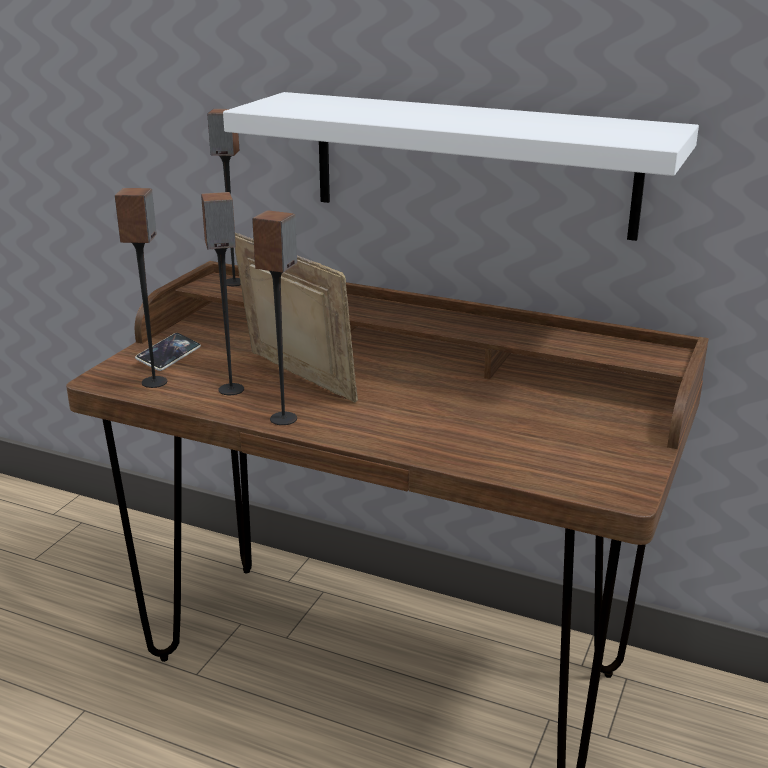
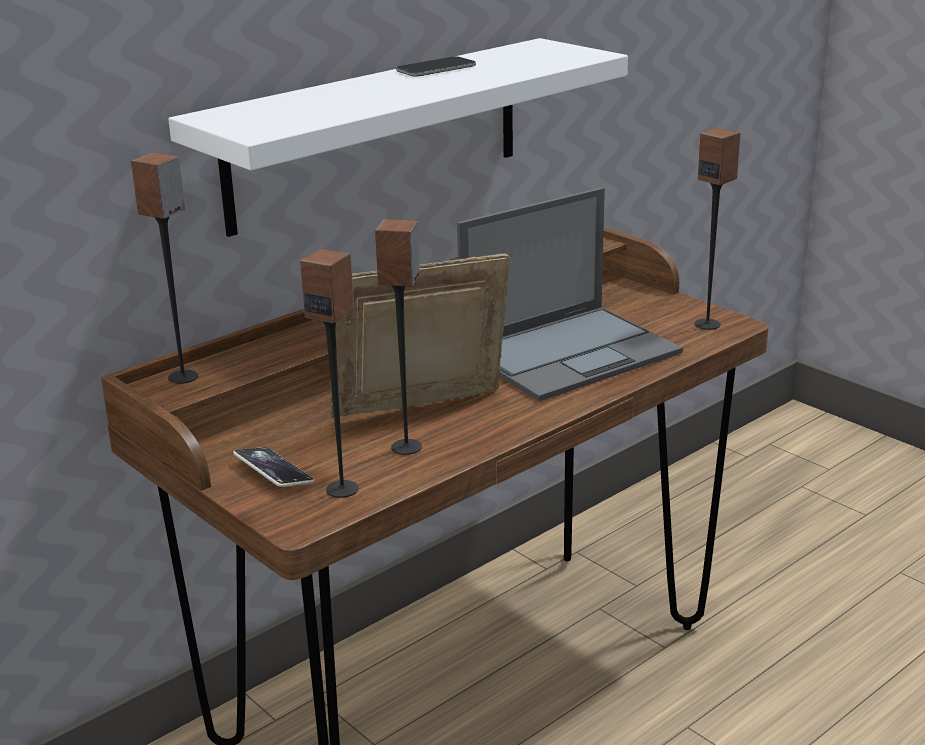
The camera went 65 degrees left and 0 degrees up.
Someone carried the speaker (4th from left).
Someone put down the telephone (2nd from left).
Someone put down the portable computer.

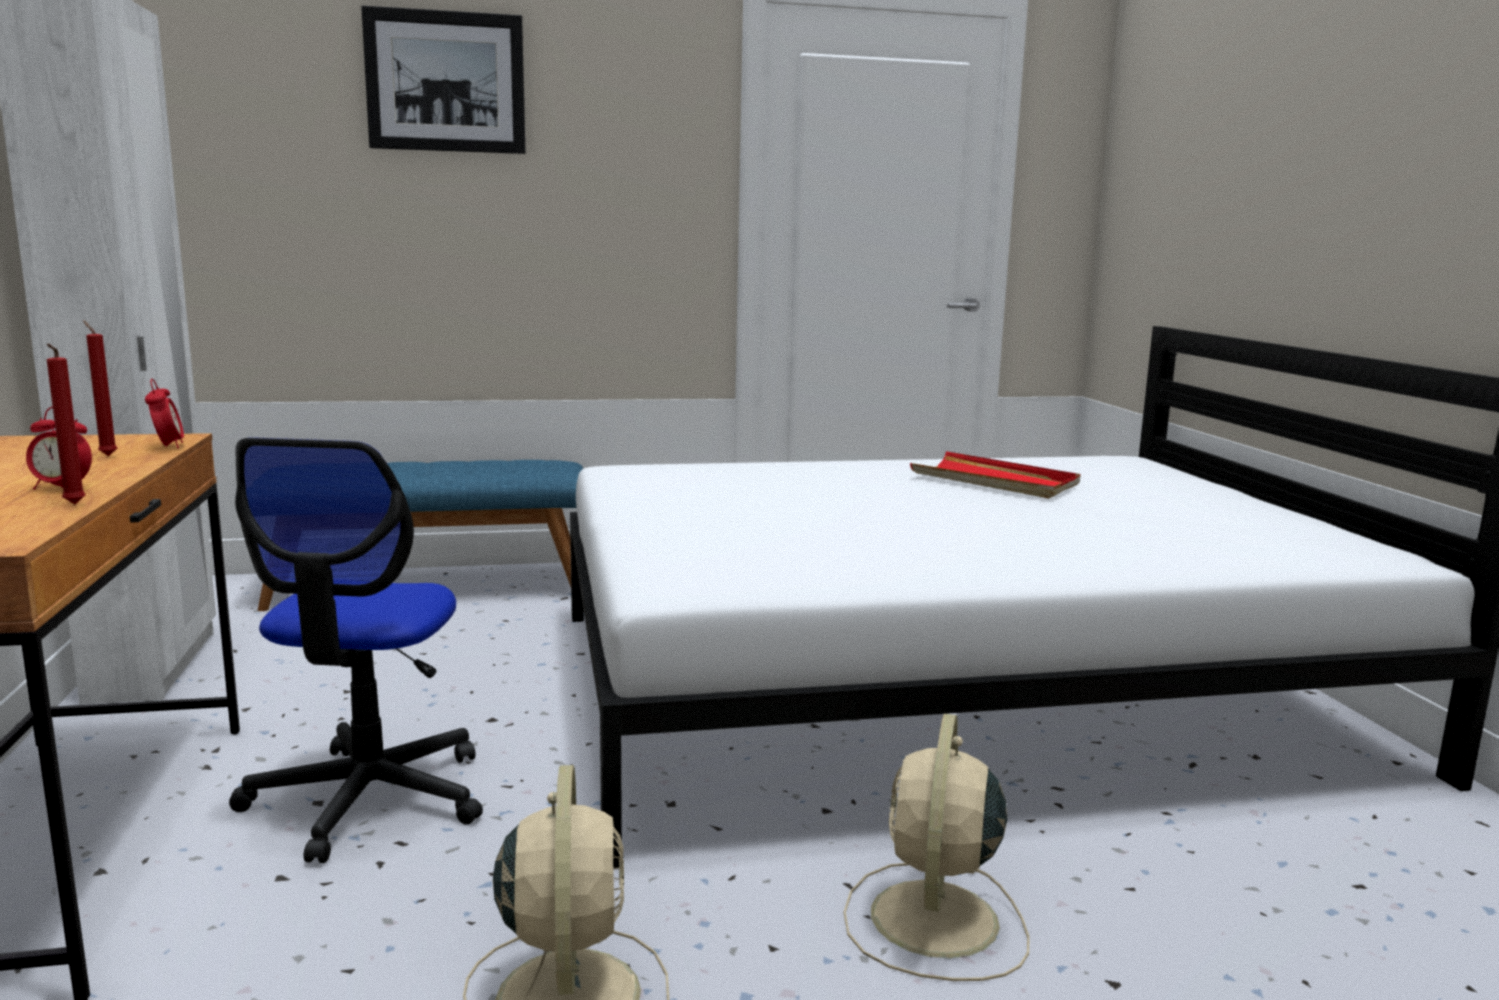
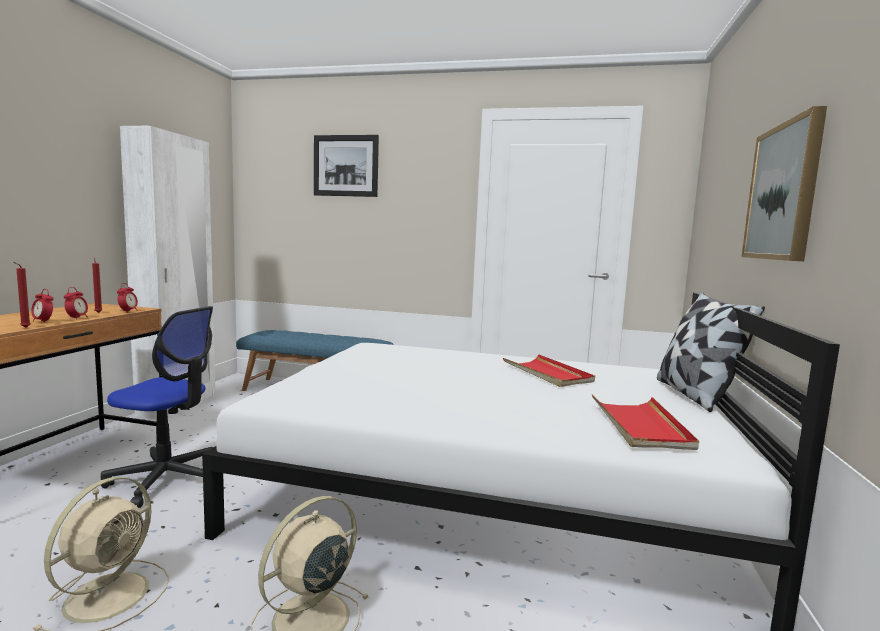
The camera went 25 degrees right and 5 degrees down.
Someone rotated the computer chair by 105 degrees counterclockwise.
Someone put down the alarm clock (2nd from left).
Someone put down the reddish tray (2nd from left).
Someone put down the pillow.
Someone put up the picture (2nd from left).

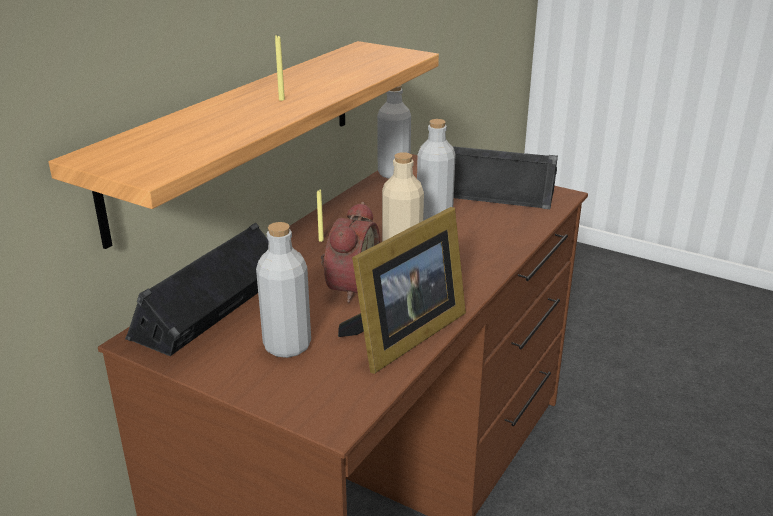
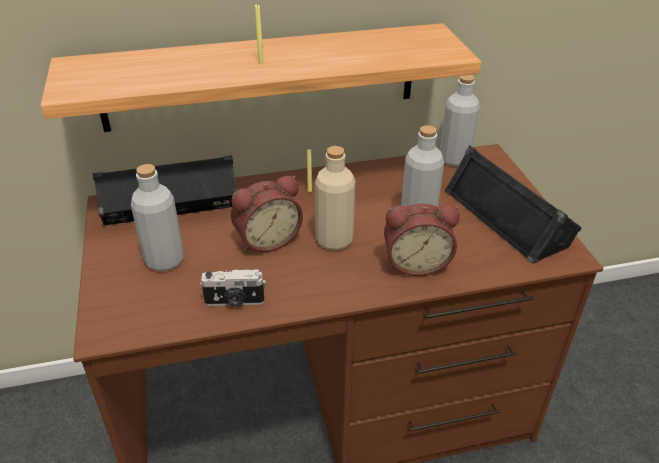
The camera went 45 degrees right and 10 degrees up.
Someone swapped the picture frame for the photo camera.
Someone put down the alarm clock (2nd from left).

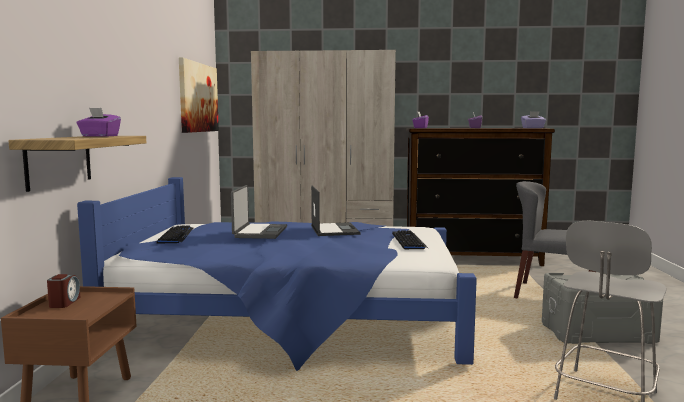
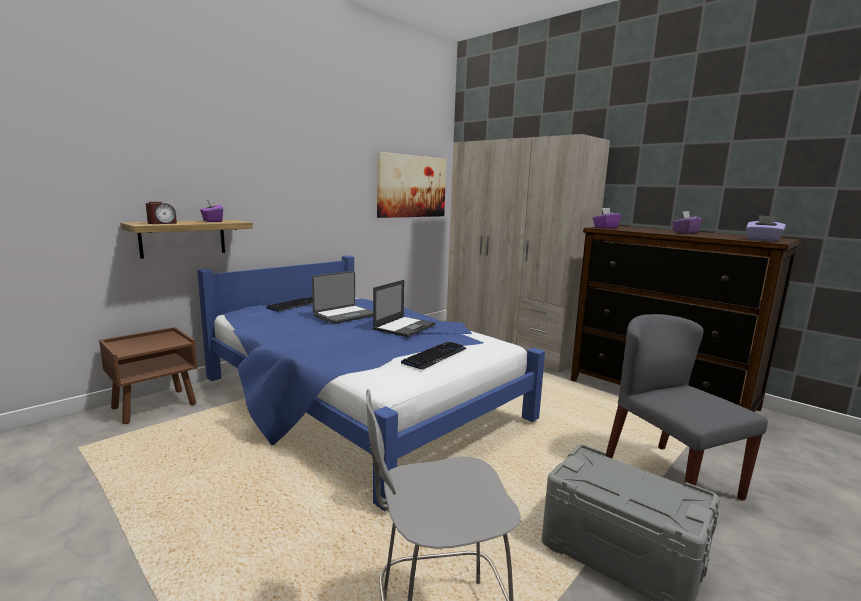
The camera went 40 degrees right and 5 degrees up.
Someone carried the alarm clock.

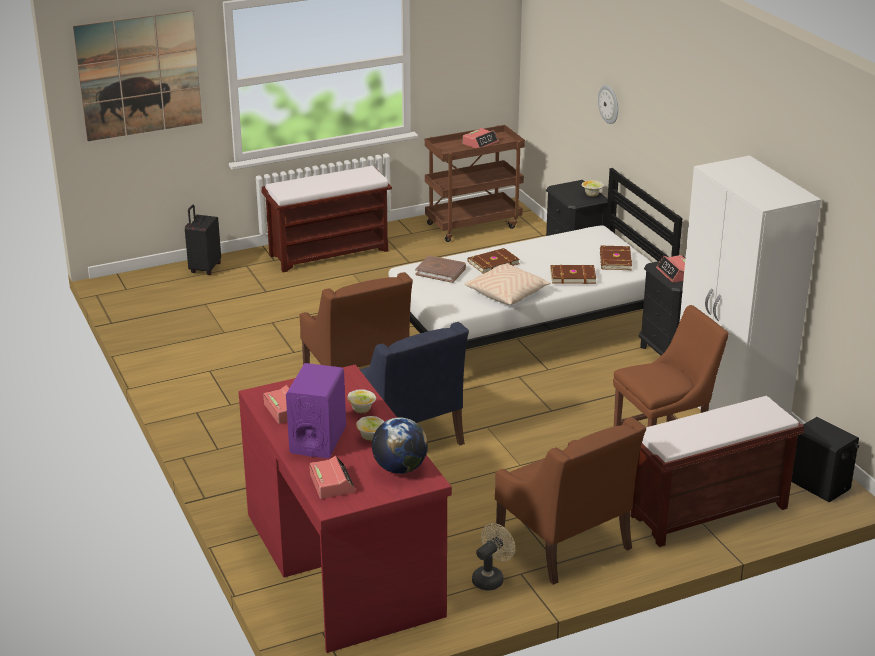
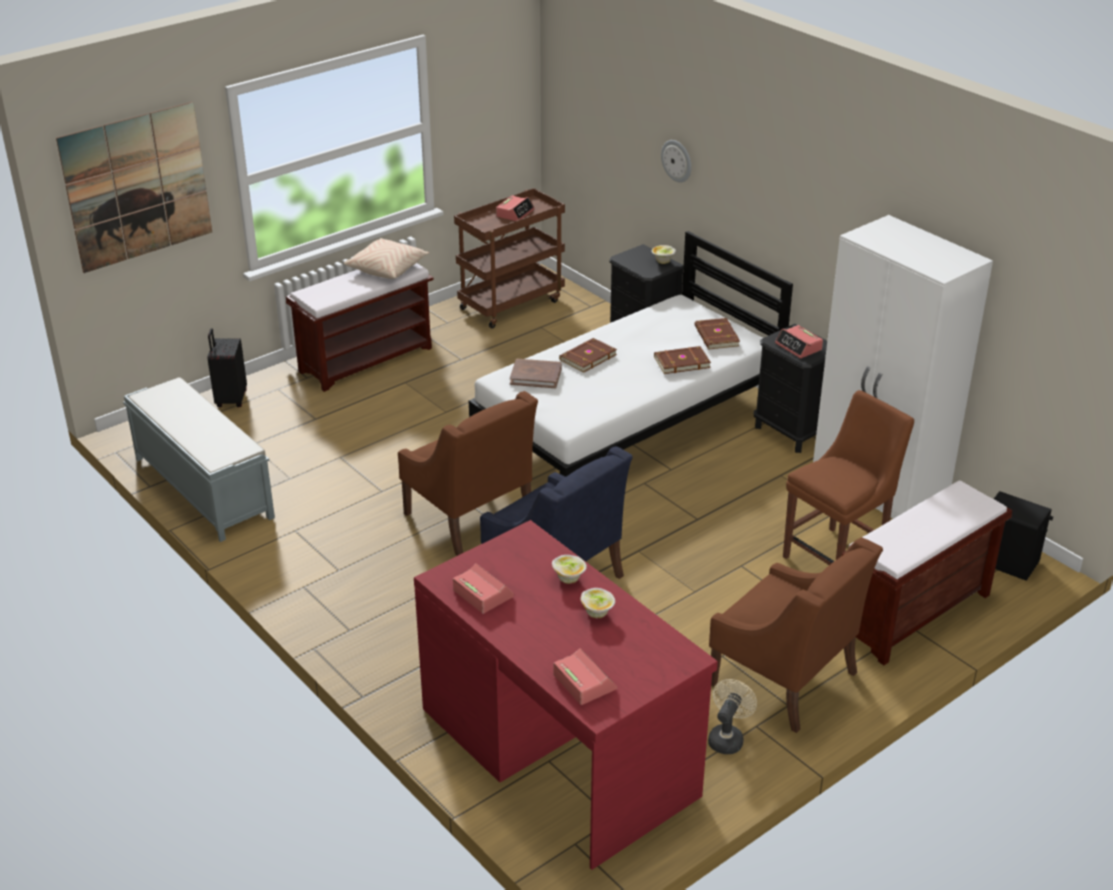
The camera went 15 degrees left and 5 degrees up.
Someone took away the purplish speaker.
Someone took away the globe.
Someone carried the beige pillow.
Someone put down the gray indoor bench.

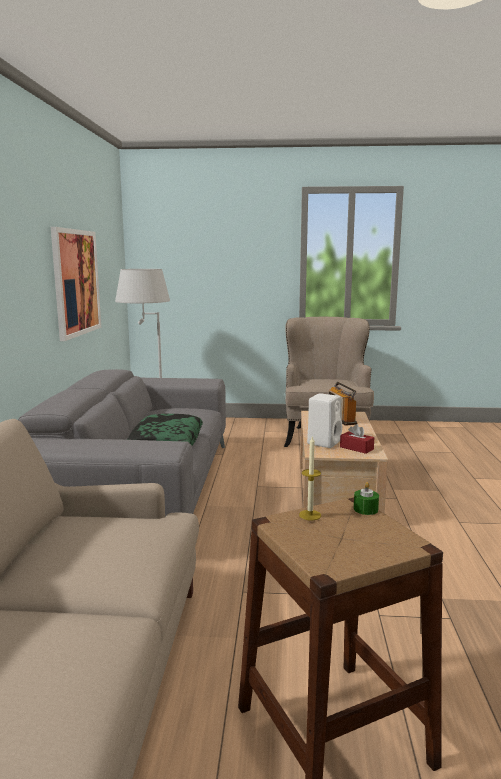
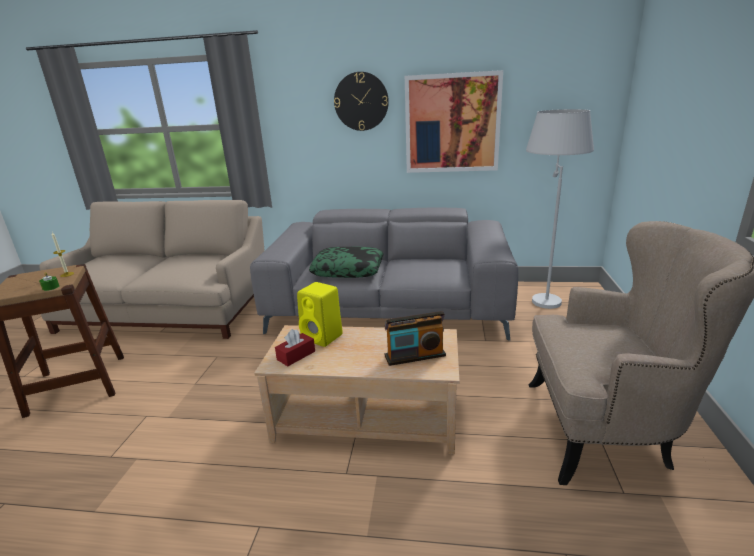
The camera went 95 degrees right and 10 degrees up.
Someone repainted the whitish speaker, which became the yellow-coloured speaker.
Someone put up the wall clock.

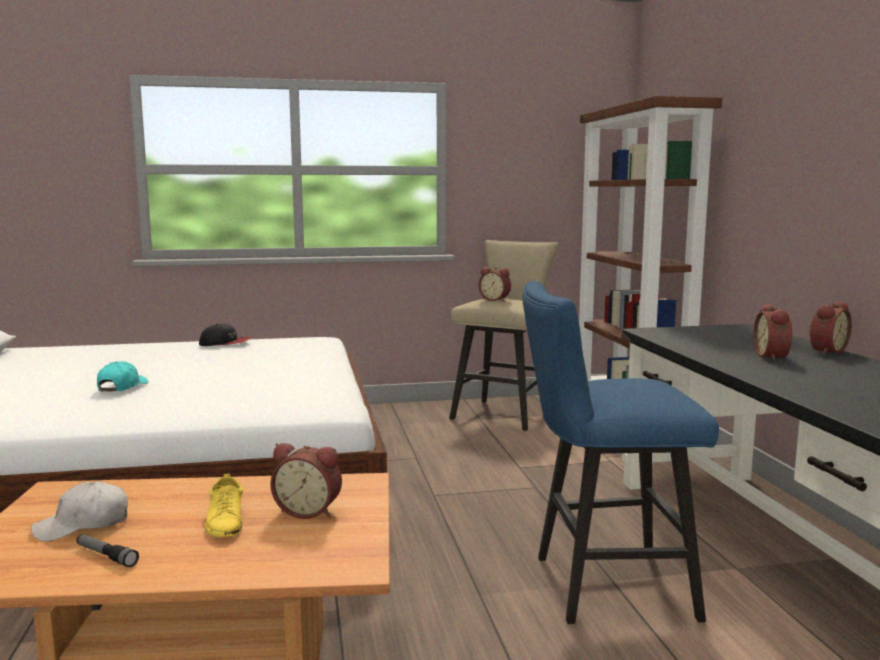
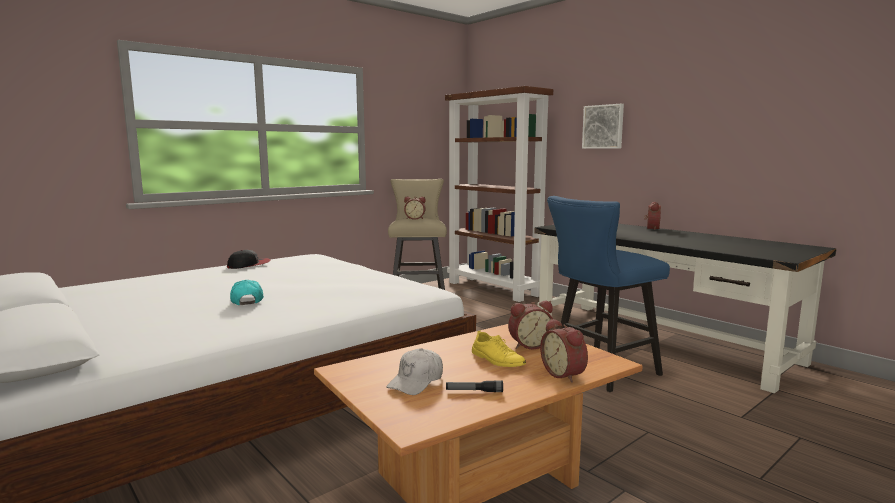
The camera went 30 degrees left and 0 degrees up.
Someone carried the alarm clock (3rd from left).
Someone put up the picture.

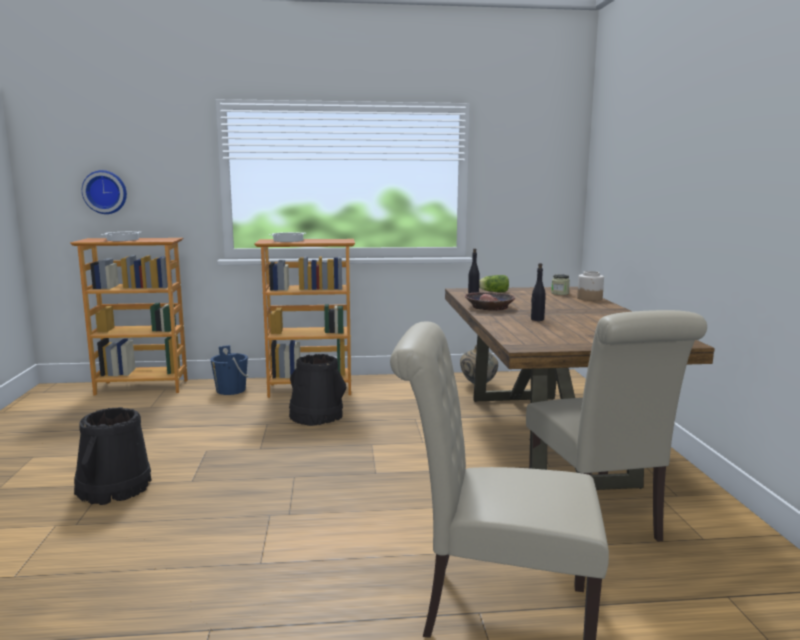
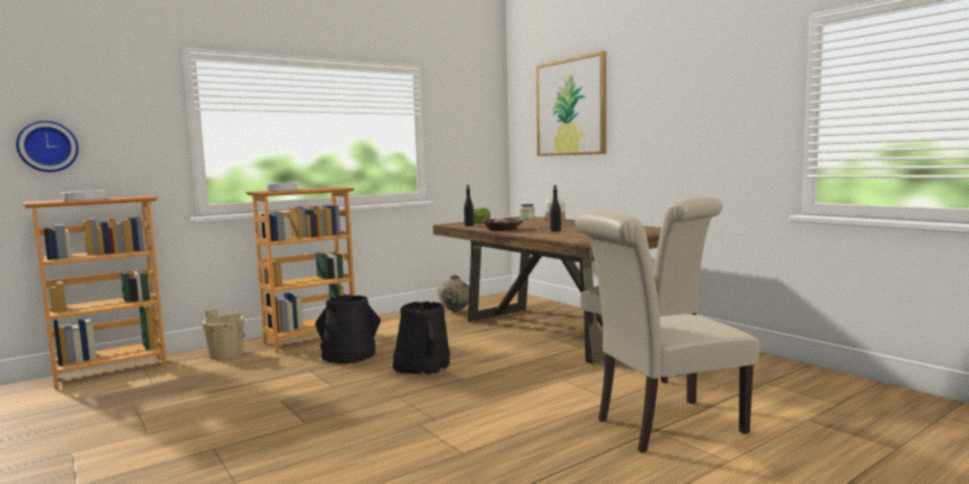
The camera went 30 degrees left and 5 degrees down.
Someone carried the black-coloured water bucket (1st from left in the first image).
Someone repainted the blue-coloured water bucket, which became the beige water bucket.
Someone put up the picture.

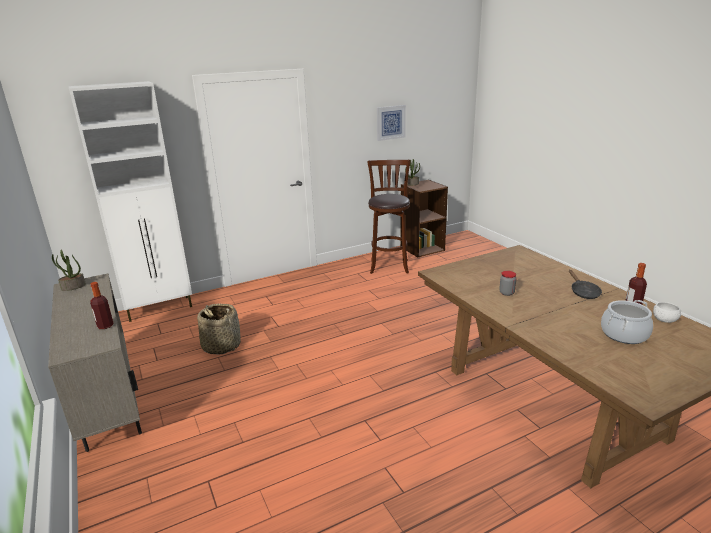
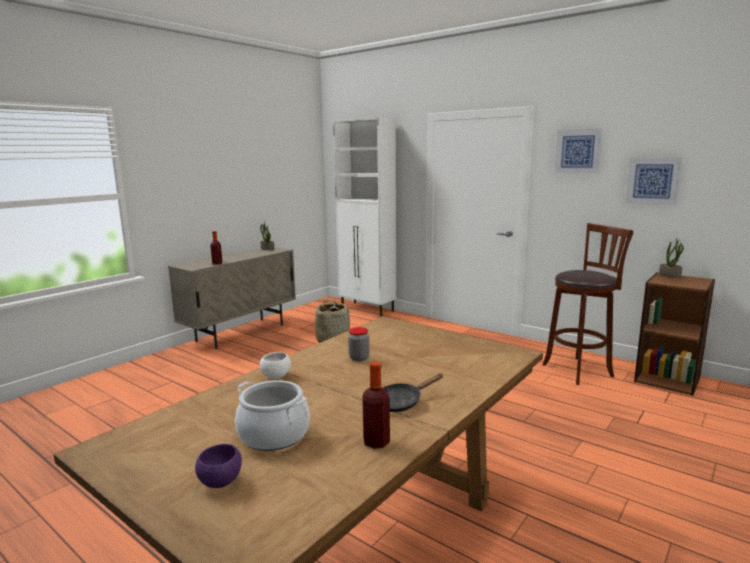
The camera went 65 degrees right and 10 degrees down.
Someone carried the whitish bowl.
Someone put down the purplish bowl.
Someone put up the picture (1st from left).

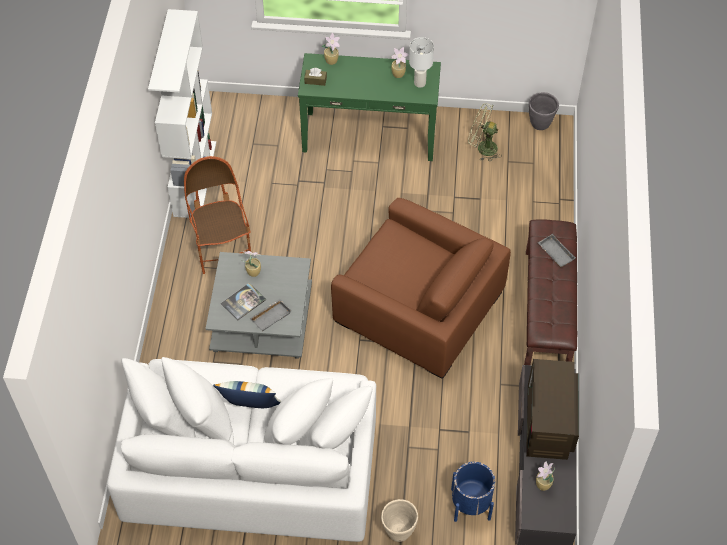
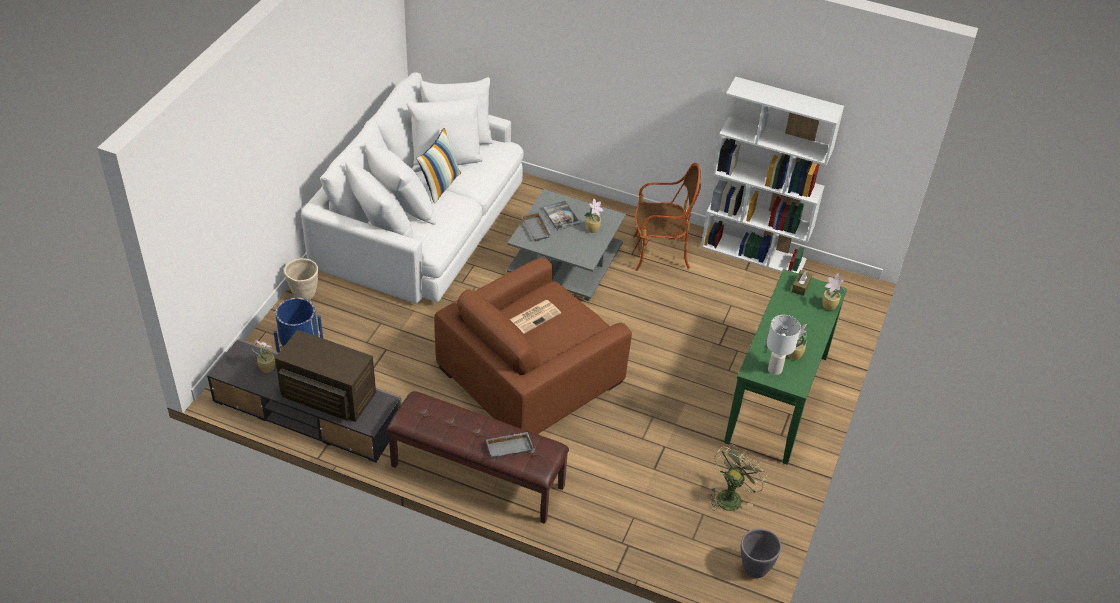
The camera went 105 degrees right and 10 degrees down.
Someone put down the printed paper.

